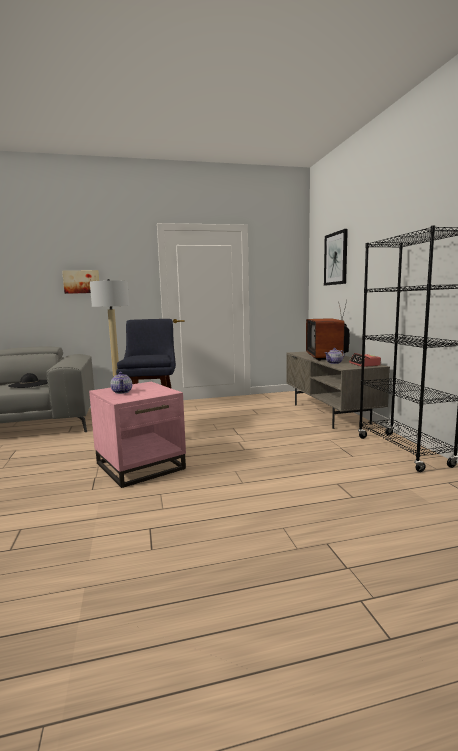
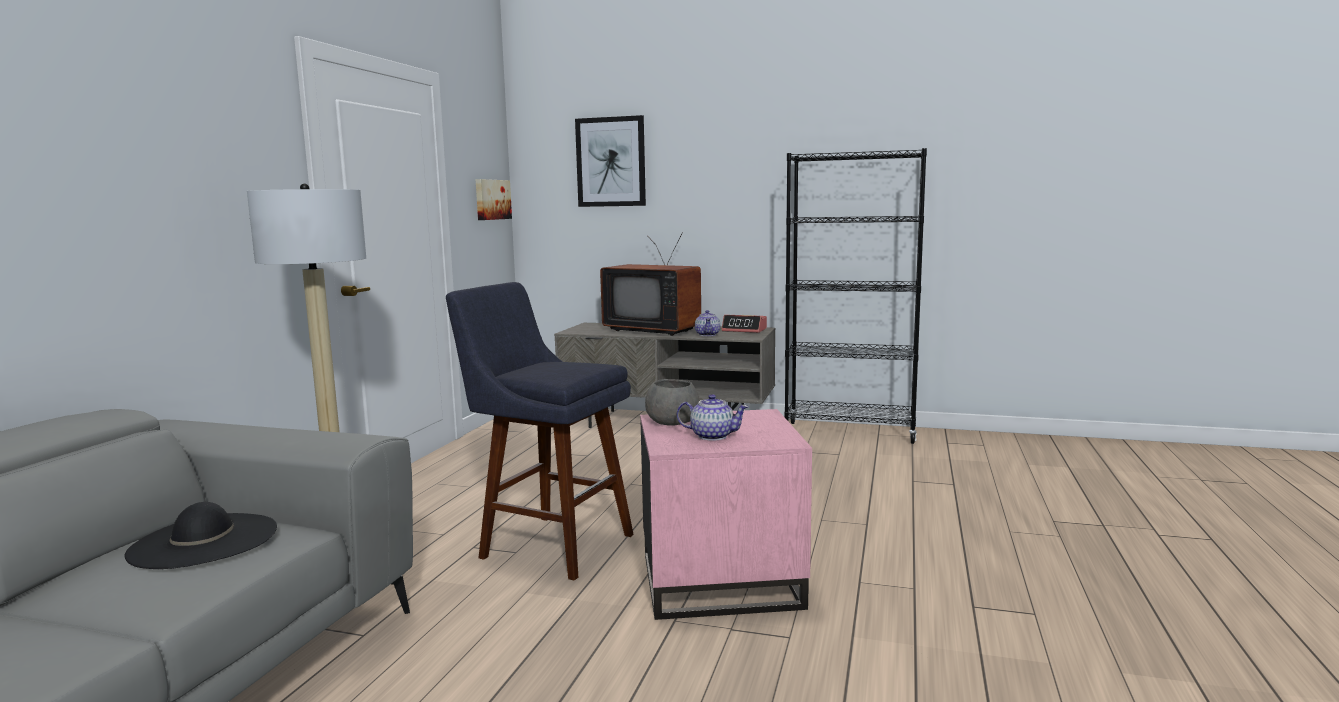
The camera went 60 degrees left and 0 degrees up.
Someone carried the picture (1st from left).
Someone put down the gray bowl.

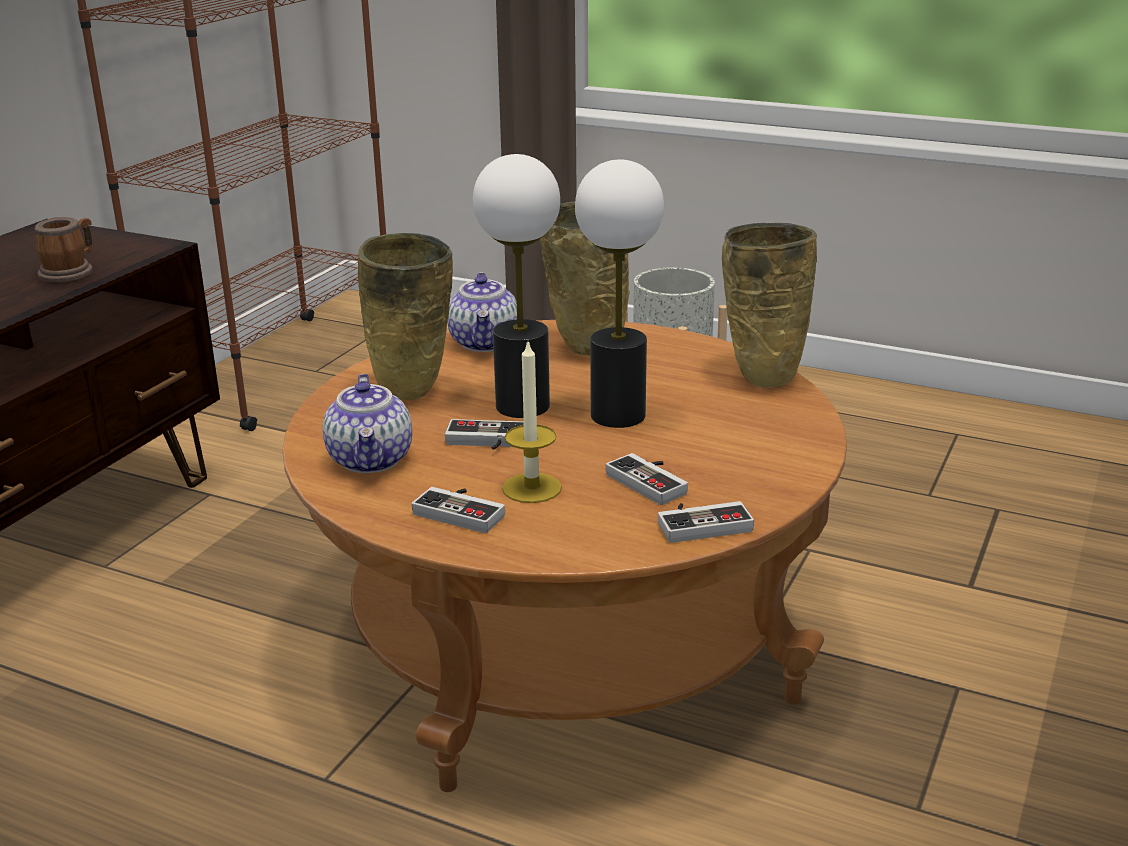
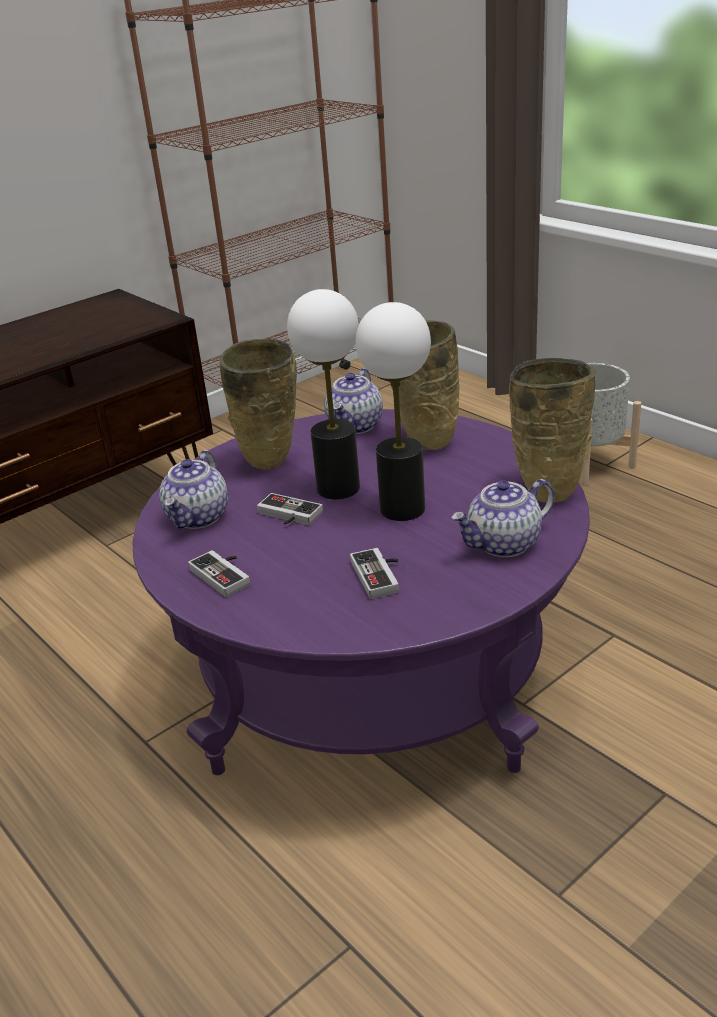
The camera went 25 degrees right and 5 degrees up.
Someone took away the tea mug.
Someone repainted the brownish low table, which became the purplish low table.
Someone took away the candle.
Someone took away the gamepad (4th from left).
Someone put down the tea pot (3rd from left).

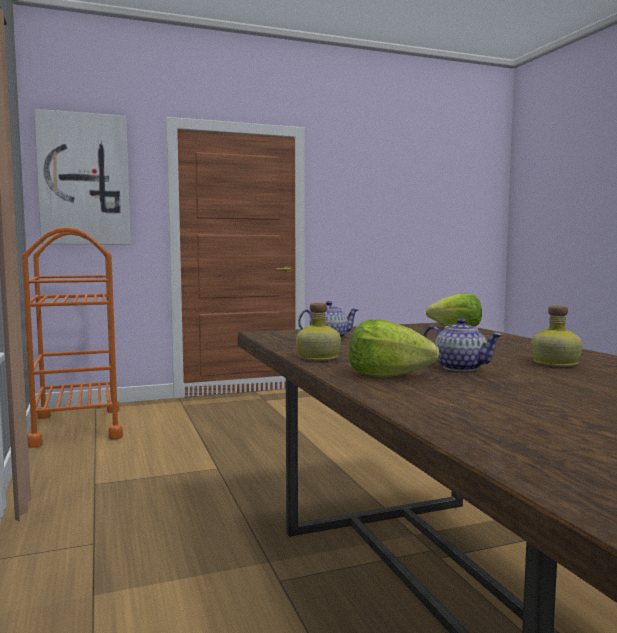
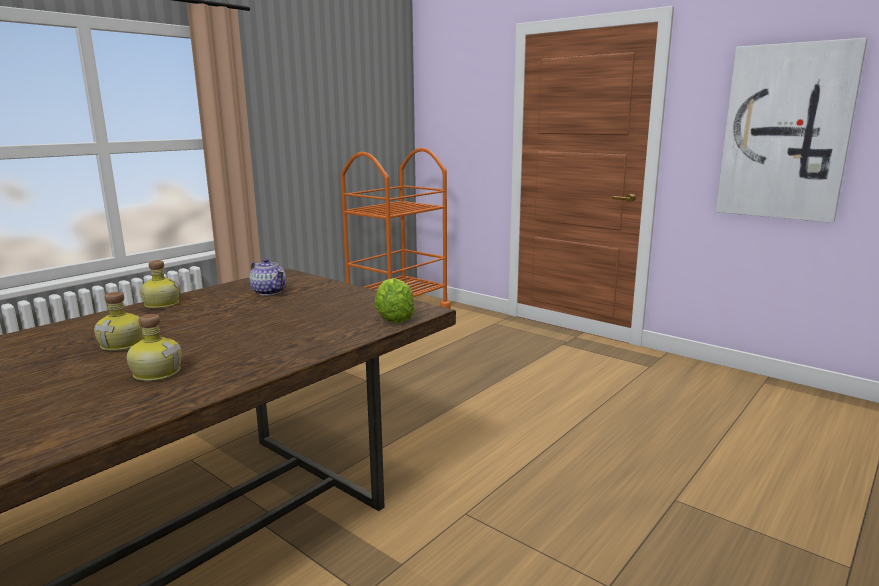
The camera went 60 degrees right and 10 degrees up.
Someone carried the picture.
Someone took away the head of lettuce (1st from left).
Someone swapped the tea pot (2nd from left) for the drink bottle (1st from left).

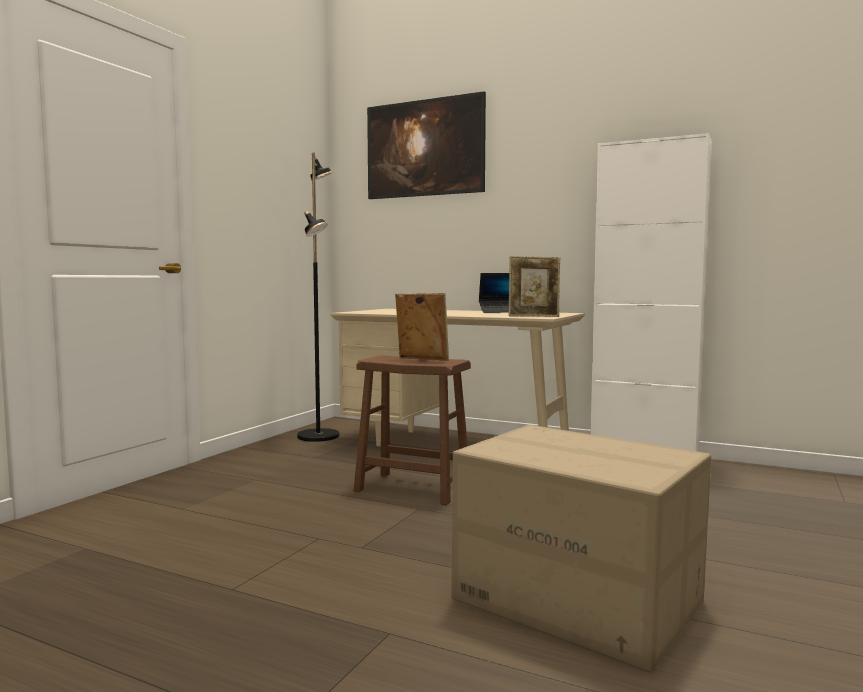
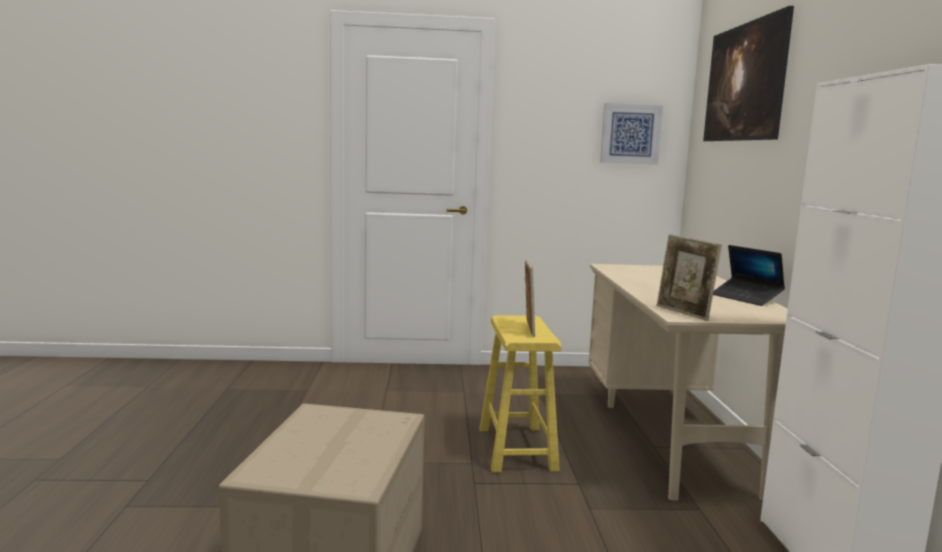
The camera went 60 degrees right and 5 degrees up.
Someone took away the black-coloured standard lamp.
Someone repainted the brownish sitting stool, which became the yellow-coloured sitting stool.
Someone put up the picture (1st from left).

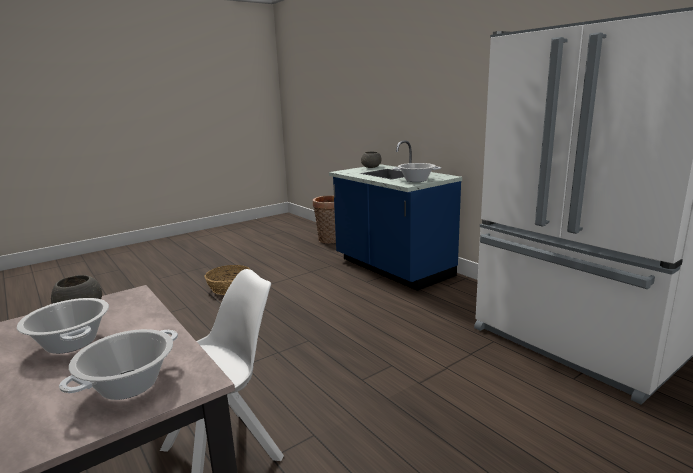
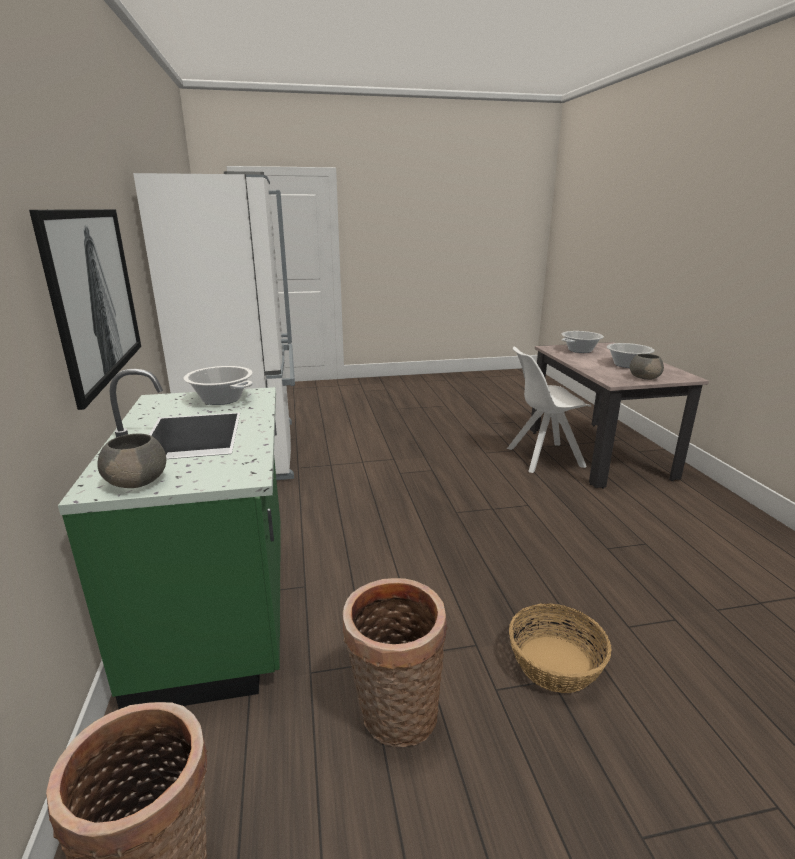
The camera went 155 degrees left and 5 degrees up.
Someone repainted the blue-coloured counter, which became the green counter.
Someone put up the picture.
Someone put down the storage basket (2nd from left).

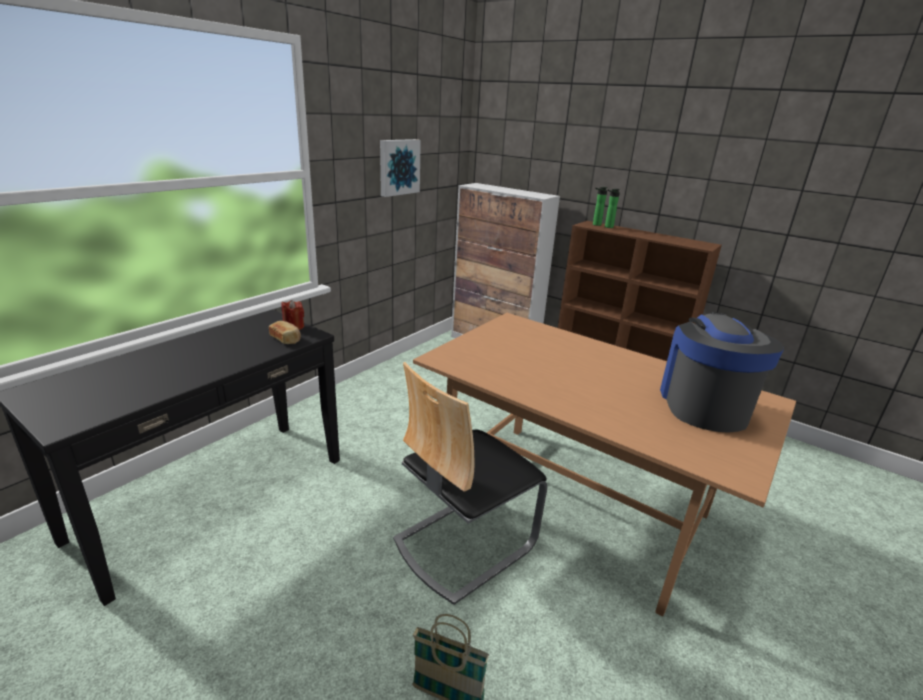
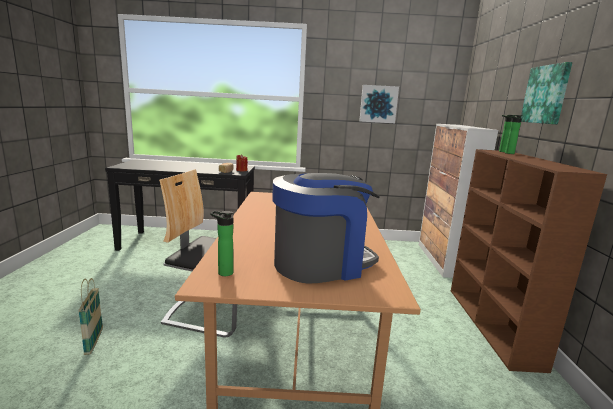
The camera went 55 degrees right and 10 degrees down.
Someone put down the drink bottle (1st from left).
Someone put up the picture (2nd from left).

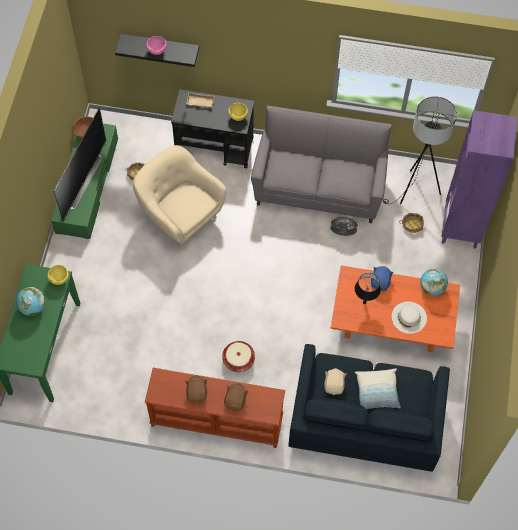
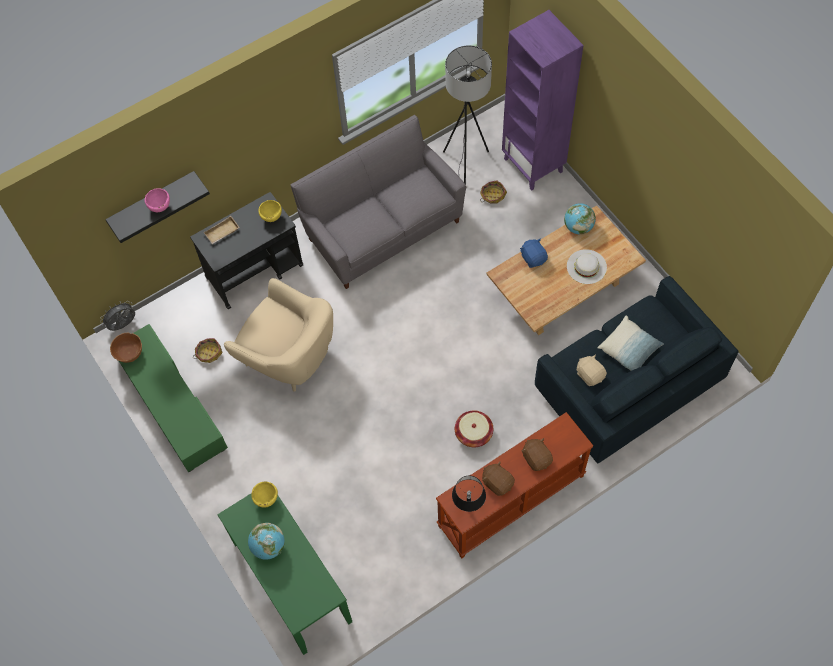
The camera went 40 degrees left and 0 degrees up.
Someone took away the TV.
Someone rotated the beige easy chair by 150 degrees counterclockwise.
Someone carried the gray electric fan.
Someone repainted the orange-coloured low table, which became the beige low table.
Someone carried the black-coloured lamp for a table.

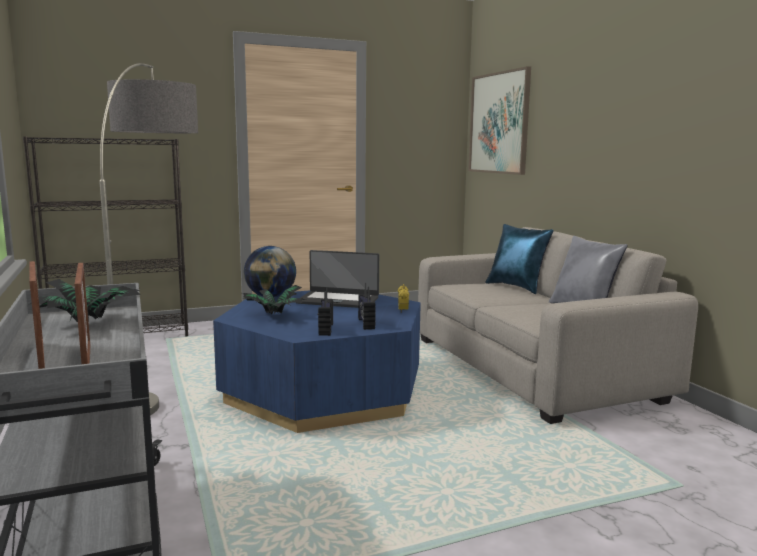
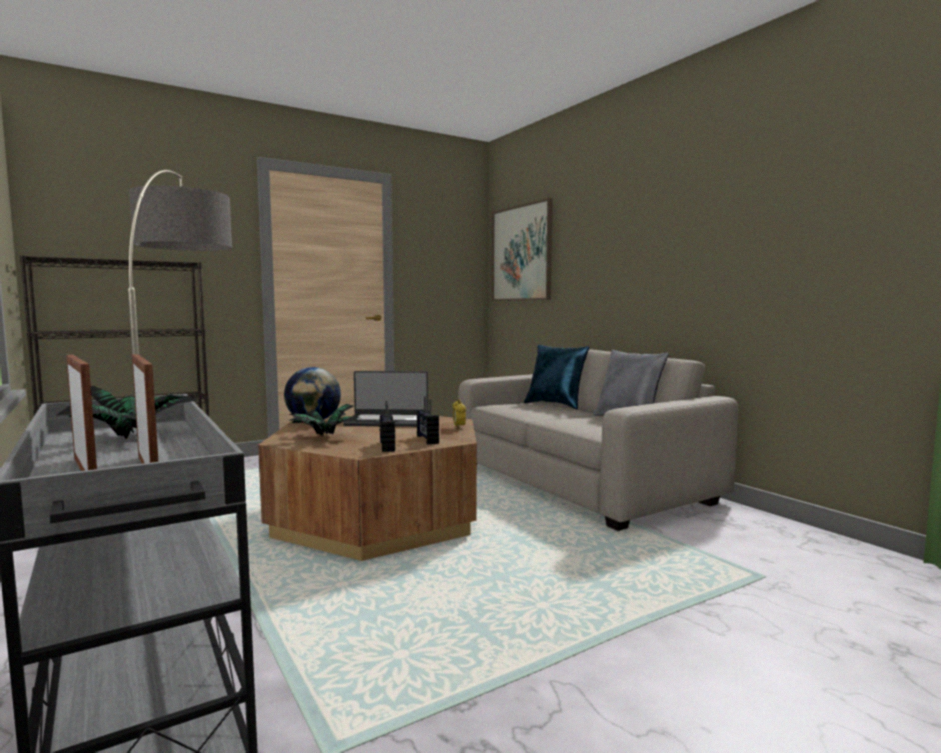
The camera went 10 degrees left and 5 degrees down.
Someone repainted the blue-coloured low table, which became the brownish low table.

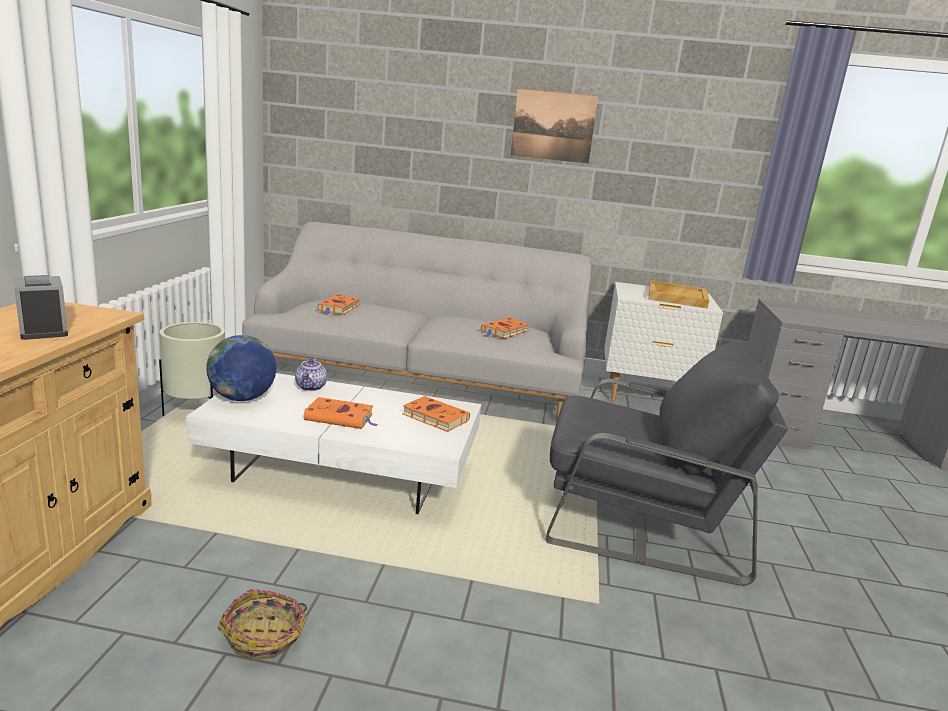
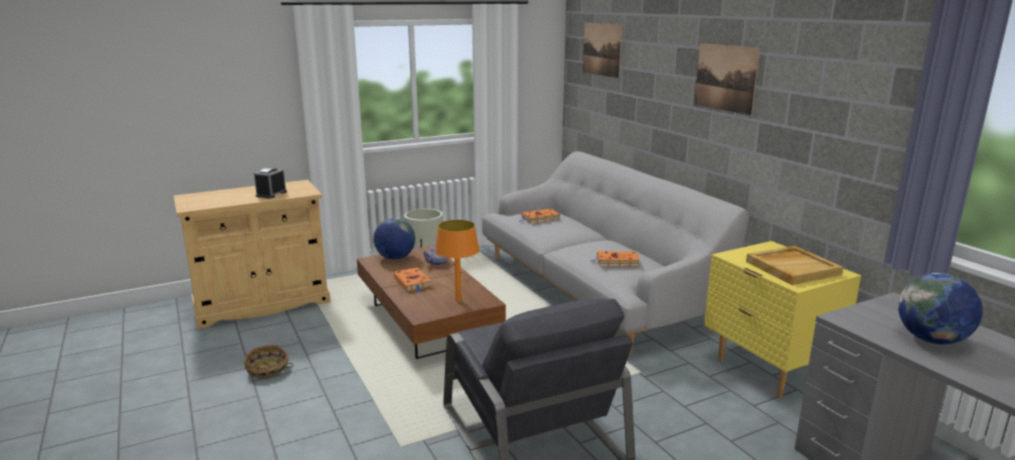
The camera went 55 degrees right and 0 degrees up.
Someone repainted the whitish low table, which became the brownish low table.
Someone swapped the orange-coloured book (3rd from left) for the orange-coloured lamp for a table.
Someone repainted the whitish night table, which became the yellow-coloured night table.
Someone put up the picture (1st from left).
Someone put down the globe (2nd from left).

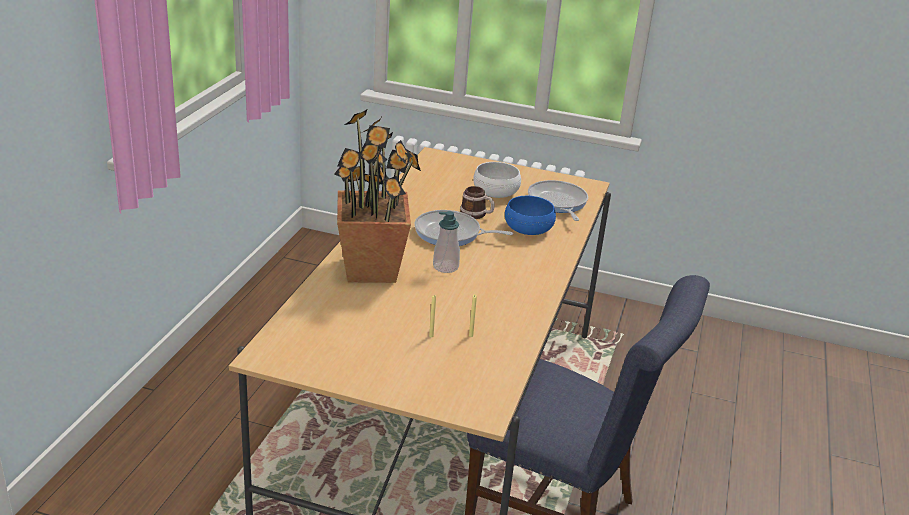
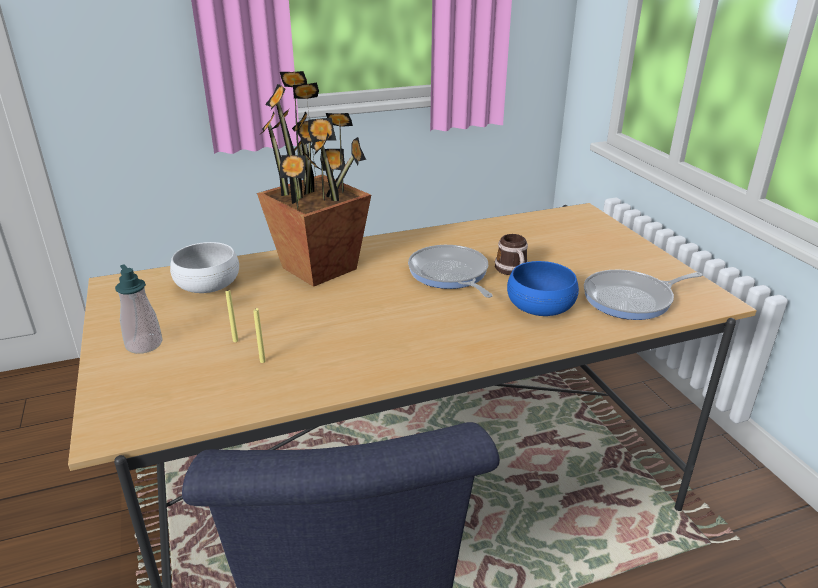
The camera went 55 degrees right and 0 degrees up.
Someone carried the soap bottle.
Someone carried the whitish bowl.
Someone rotated the frying pan (2nd from left) by 150 degrees counterclockwise.

